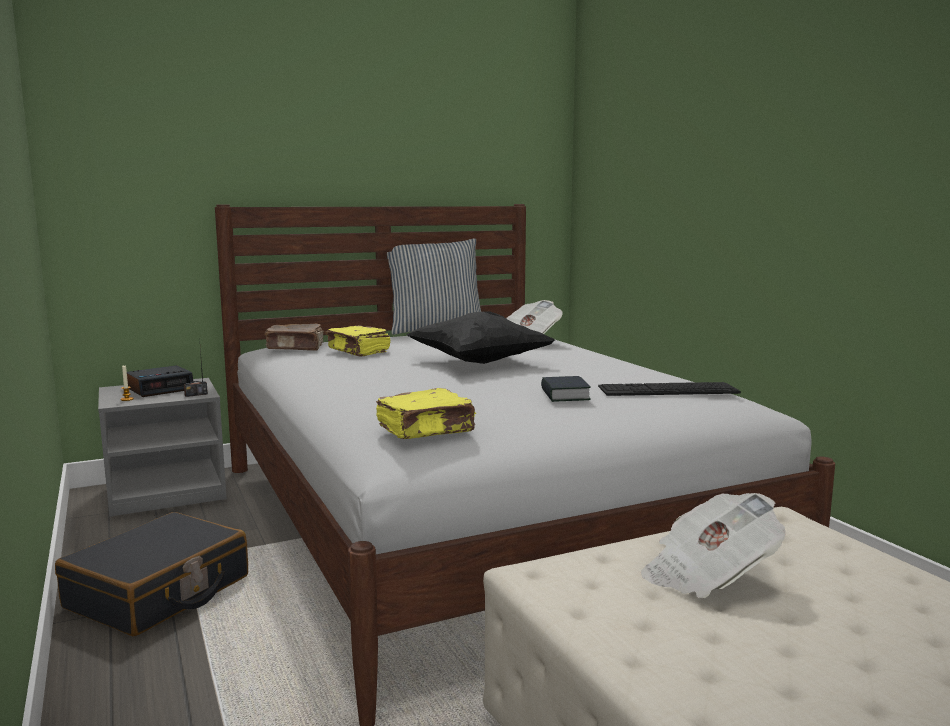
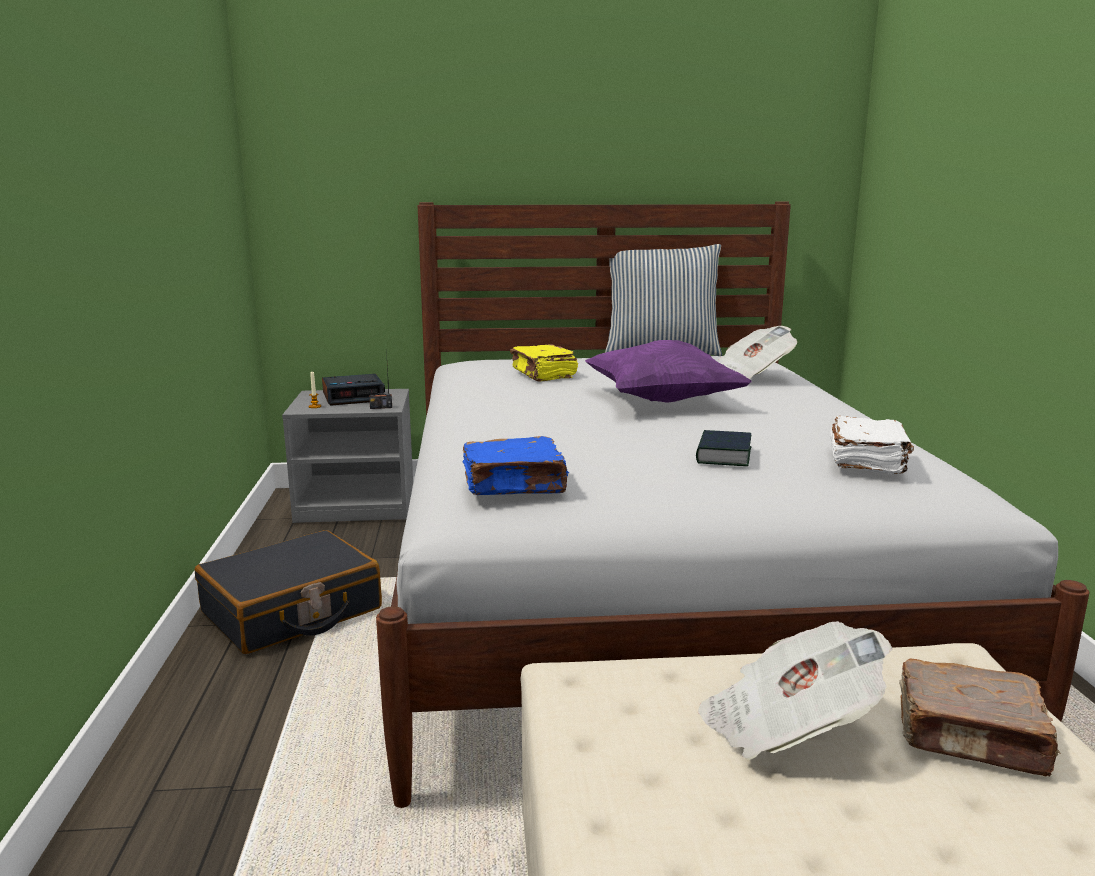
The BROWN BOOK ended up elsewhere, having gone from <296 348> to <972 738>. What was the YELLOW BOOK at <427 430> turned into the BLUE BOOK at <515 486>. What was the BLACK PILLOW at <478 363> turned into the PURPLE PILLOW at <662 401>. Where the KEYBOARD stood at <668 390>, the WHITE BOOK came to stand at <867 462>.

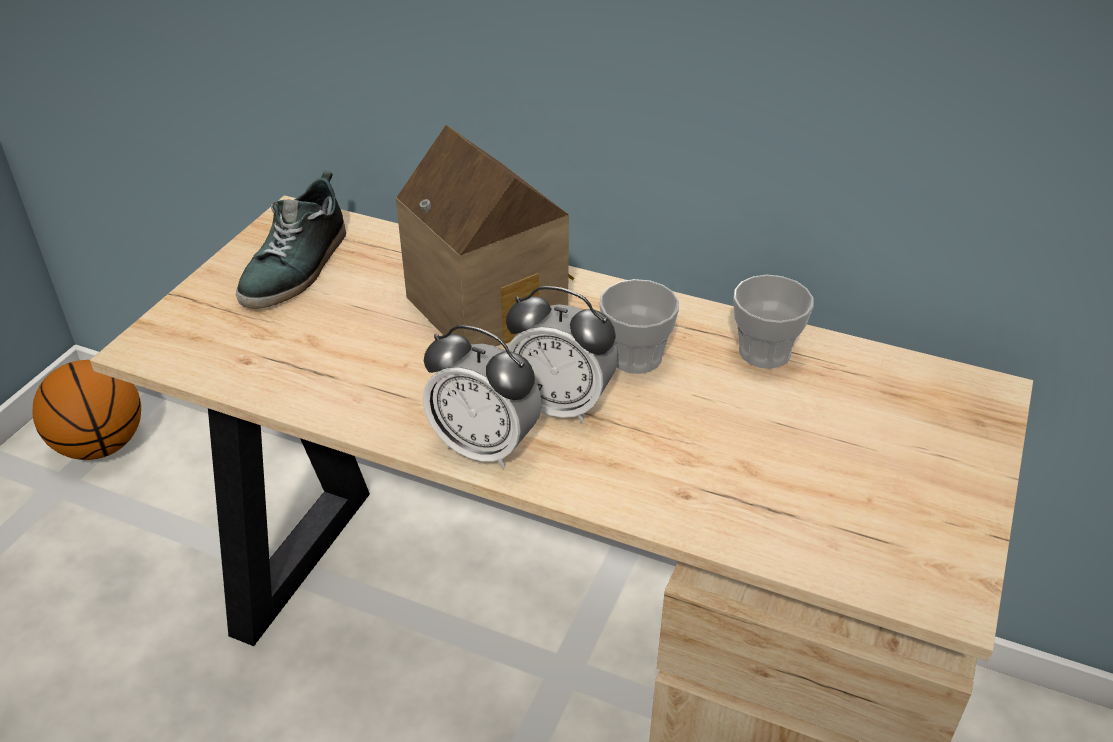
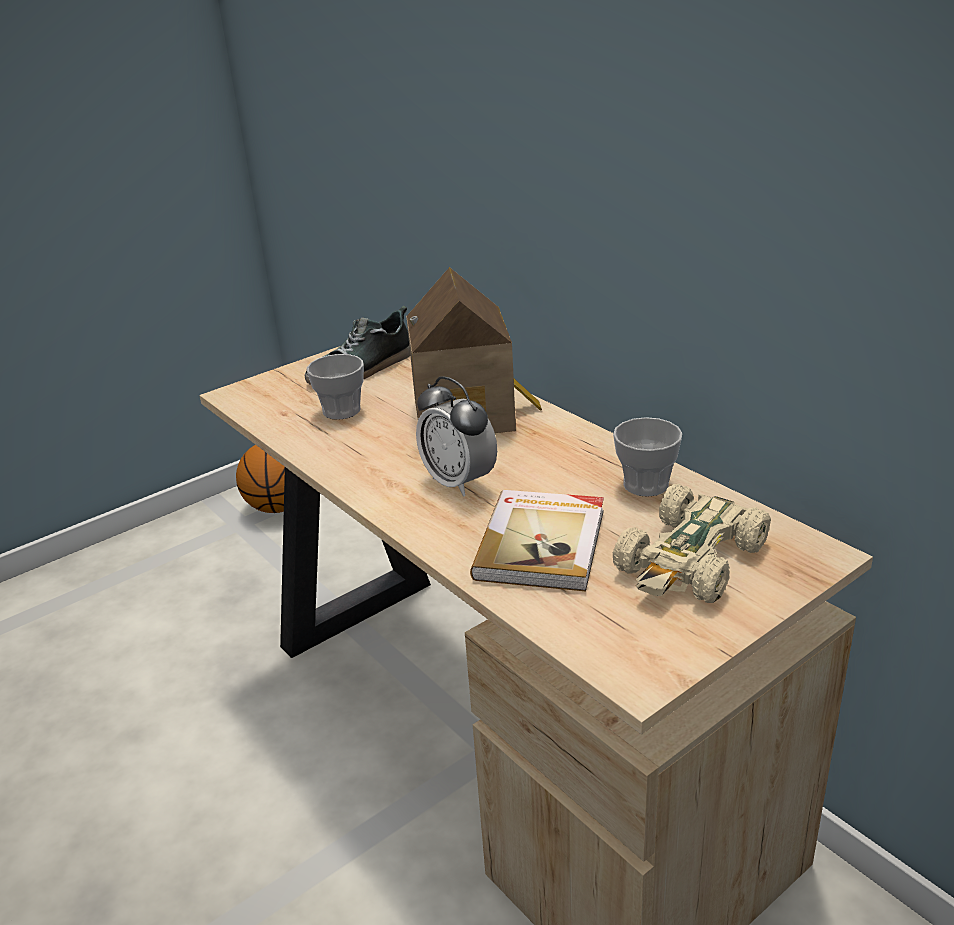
The second view lost the ALARM CLOCK at <484 446>. The CUP ended up elsewhere, having gone from <635 357> to <341 410>. The second view gained the BOOK at <543 543>. The second view gained the BEIGE TOY CAR at <691 560>.

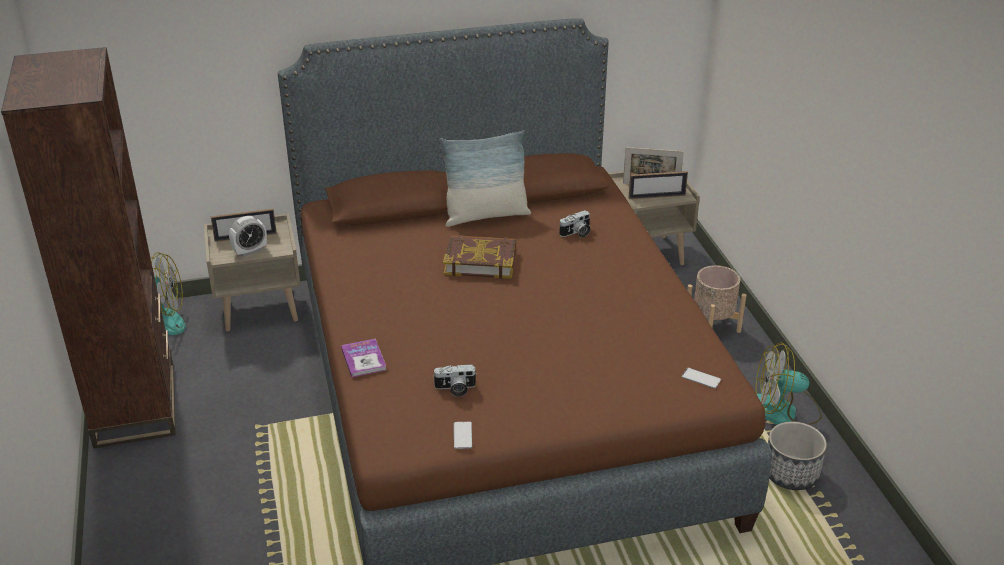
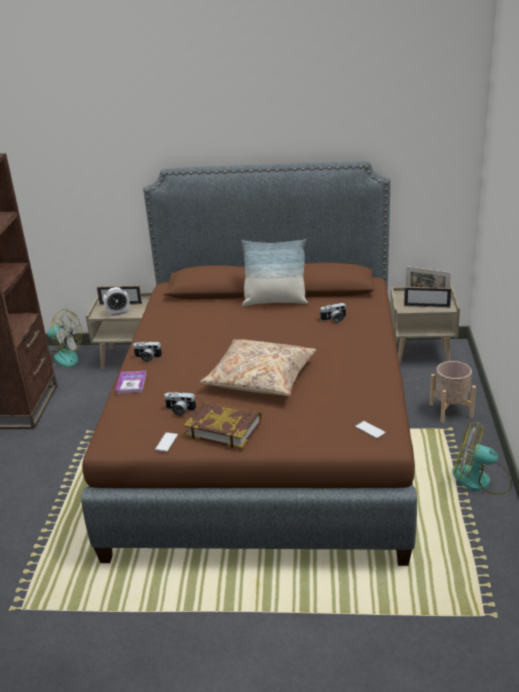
The BOOK ended up elsewhere, having gone from <480 261> to <224 428>. The second view lost the PLANTER at <791 473>. The second view gained the PHOTO CAMERA at <147 358>. The second view gained the BEIGE PILLOW at <260 378>.

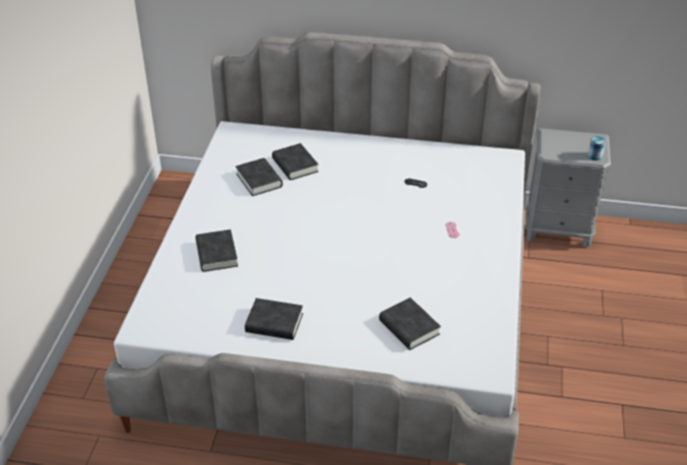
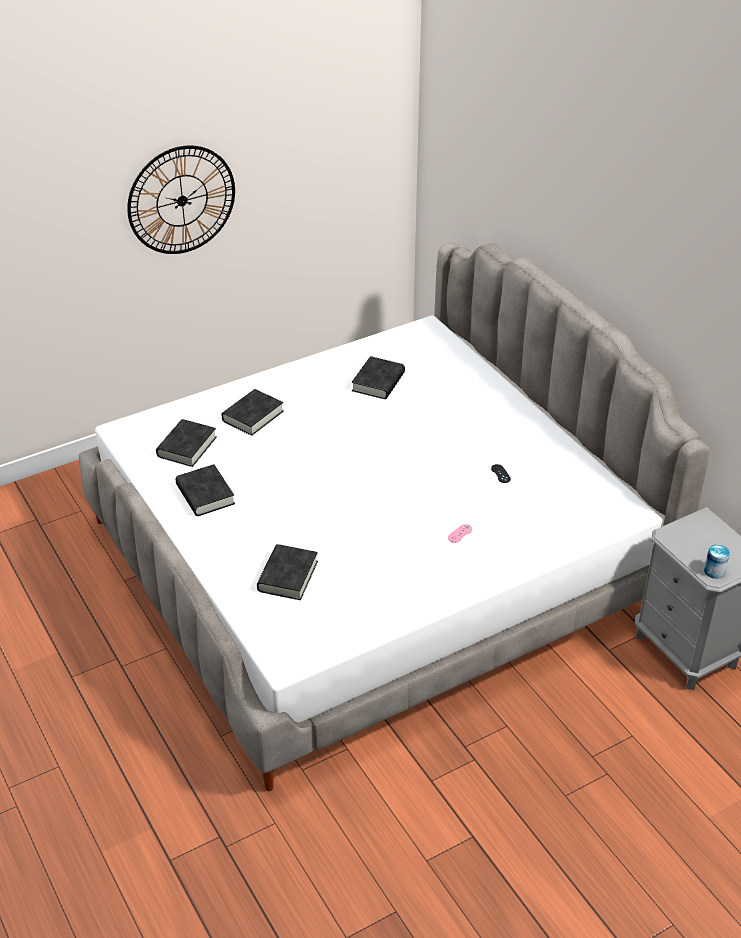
The BLACK BOOK ended up elsewhere, having gone from <295 165> to <187 447>. The second view gained the WALL CLOCK at <182 200>.

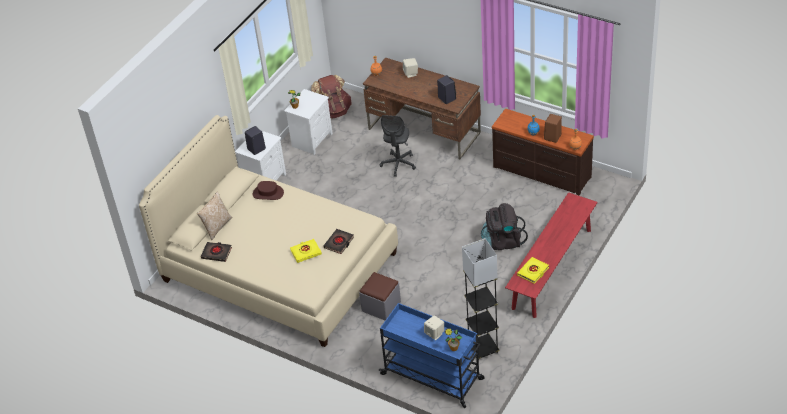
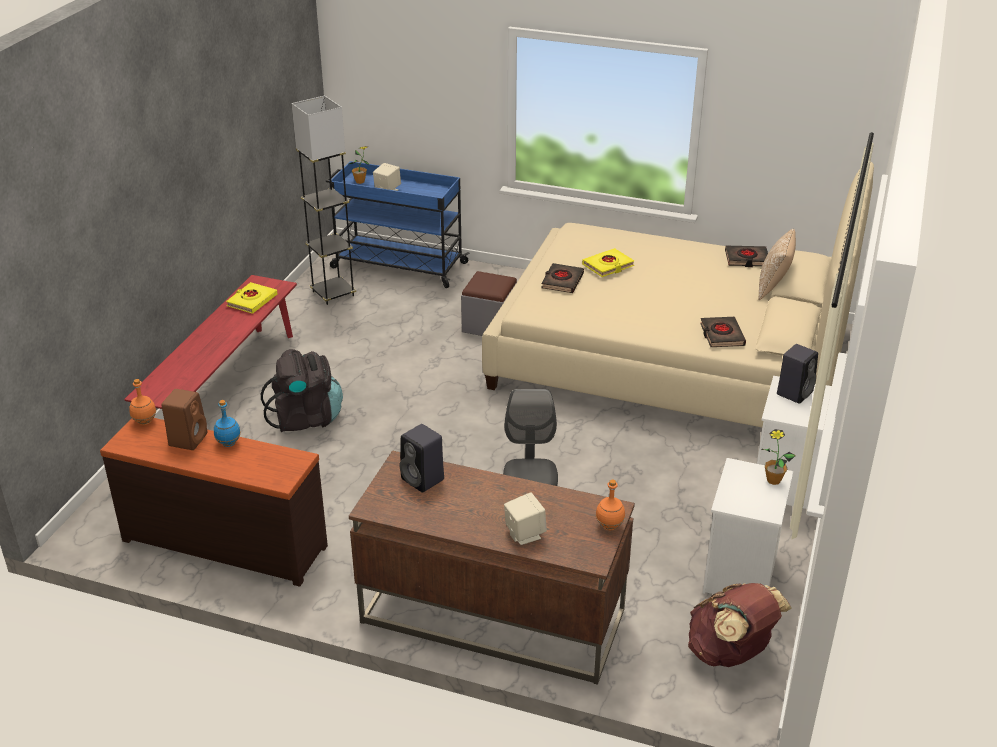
Where the BROWN HAT stood at <268 193>, the BLACK BOOK came to stand at <722 335>.

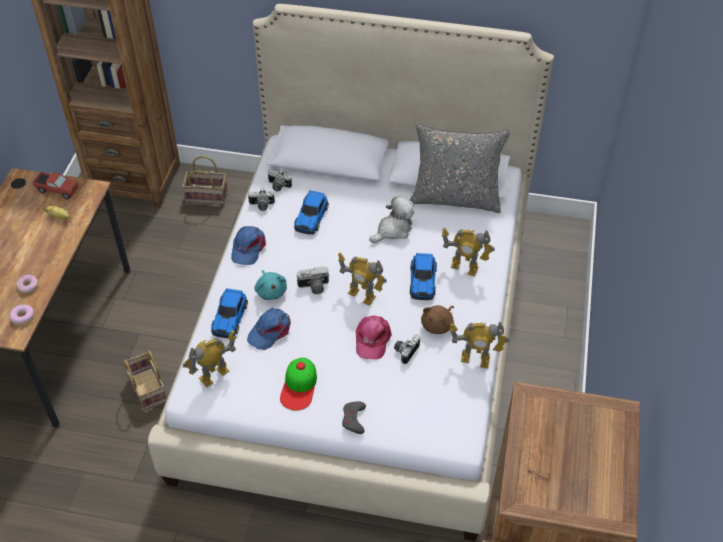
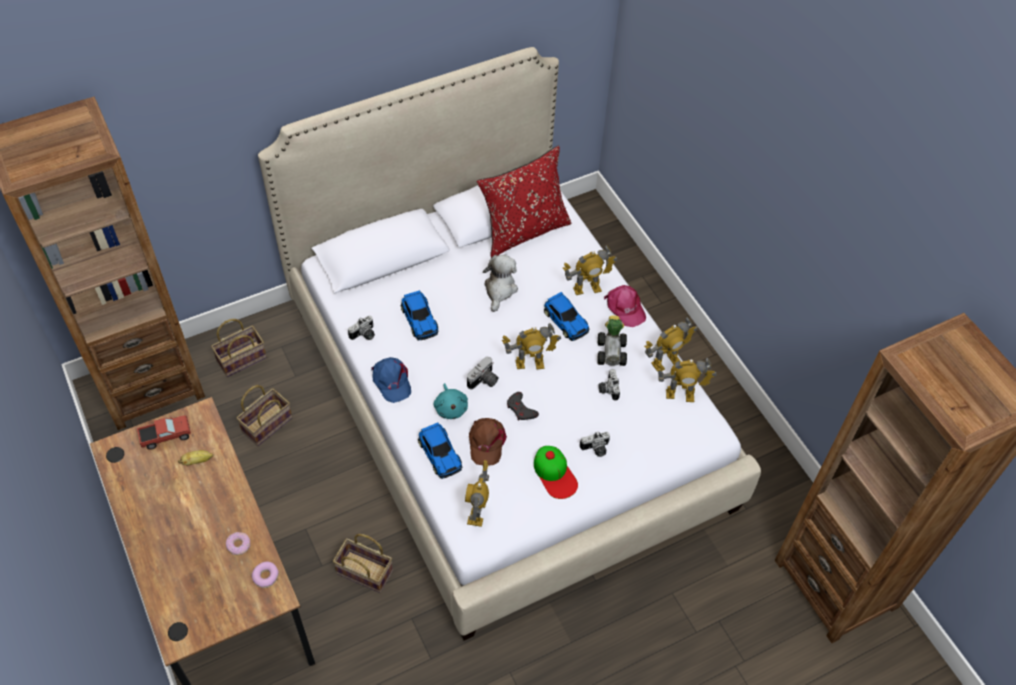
What was the BLUE CAP at <270 330> turned into the BROWN CAP at <486 442>. The TURQUOISE PLUSH TOY at <271 291> ended up facing another way, 45 degrees clockwise from before. The PHOTO CAMERA ended up elsewhere, having gone from <278 186> to <596 449>. The GREY GAME CONTROLLER ended up elsewhere, having gone from <354 419> to <521 409>. The PINK CAP ended up elsewhere, having gone from <372 339> to <625 308>. What was the GREY PILLOW at <455 198> turned into the RED PILLOW at <523 231>. Where the BROWN PLUSH TOY stood at <438 325>, the TOY CAR came to stand at <612 350>. The second view gained the BASKET at <267 423>. The second view gained the TOY ROBOT at <680 395>.

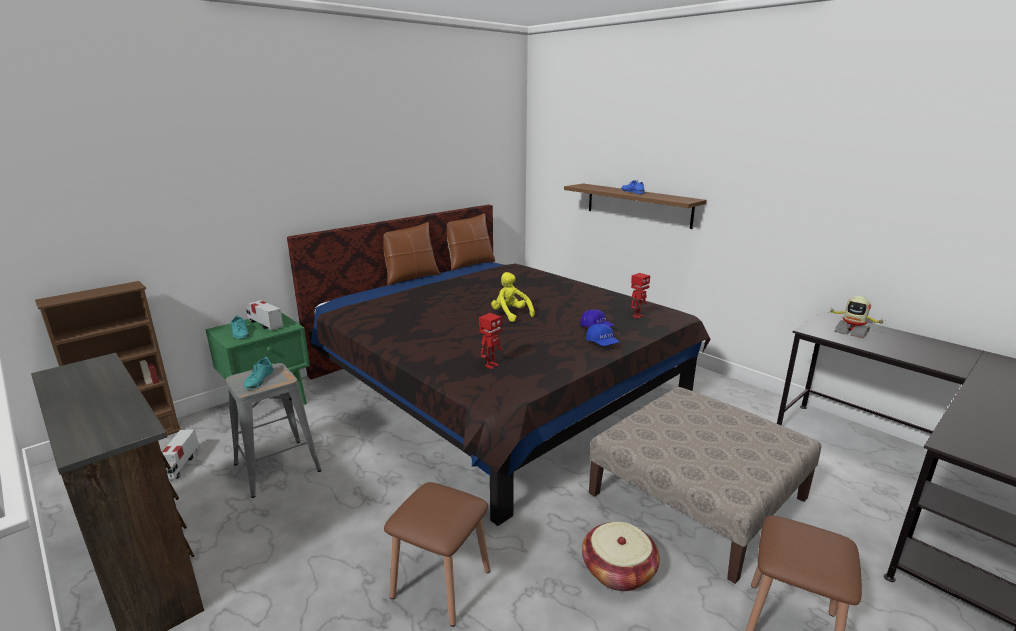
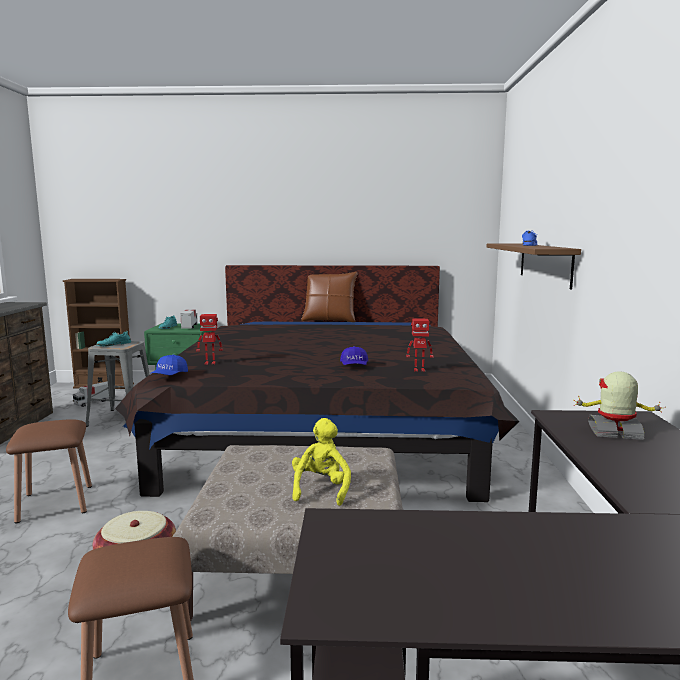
The second view lost the BROWN PILLOW at <469 264>. The YELLOW PLUSH TOY ended up elsewhere, having gone from <510 314> to <321 489>. The BLUE CAP ended up elsewhere, having gone from <602 343> to <169 376>. The TOY ROBOT at <851 332> ended up facing another way, 105 degrees clockwise from before.

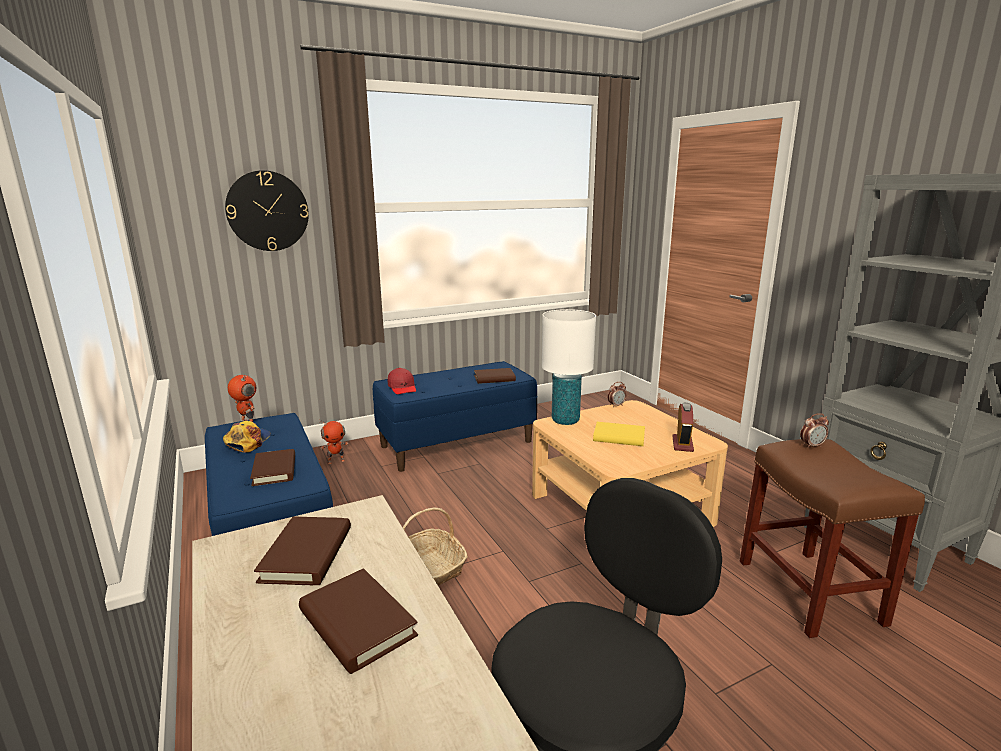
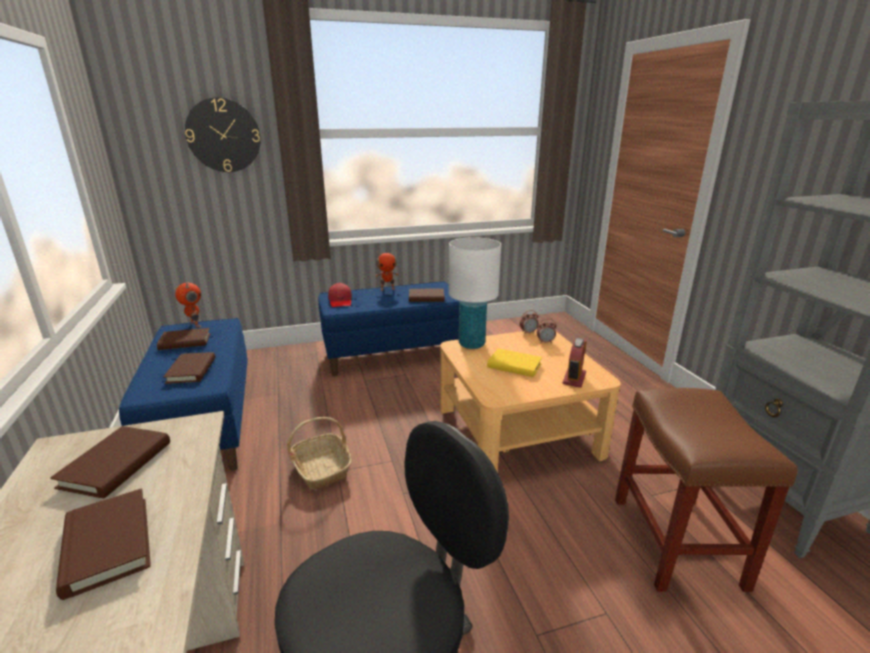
Where the CAP stood at <247 442>, the BROWN BOOK came to stand at <185 342>. The TOY ROBOT ended up elsewhere, having gone from <336 461> to <387 289>. The ALARM CLOCK ended up elsewhere, having gone from <812 446> to <545 342>.

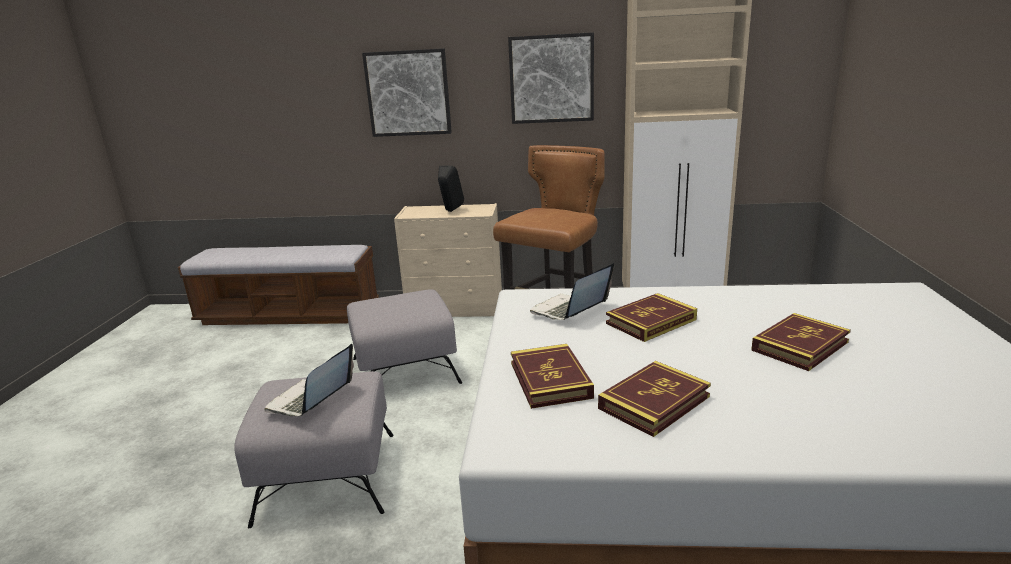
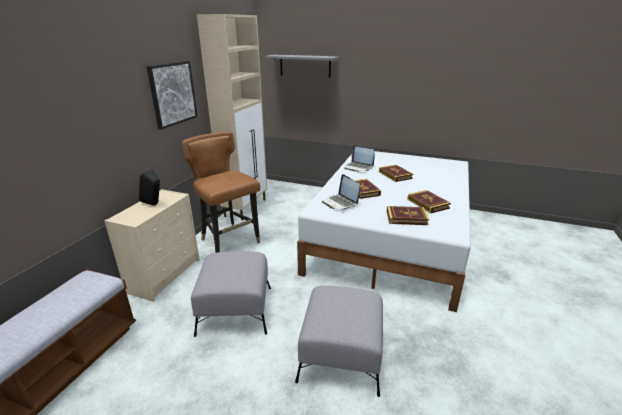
The LAPTOP ended up elsewhere, having gone from <311 399> to <358 167>. The second view lost the PICTURE at <408 93>. The second view gained the GREY SHELF at <305 66>.

